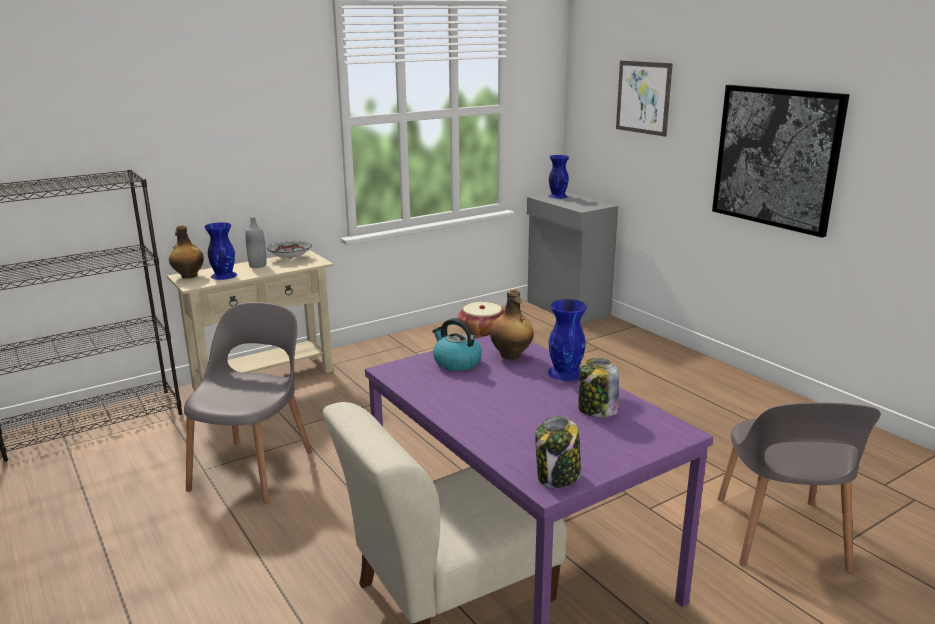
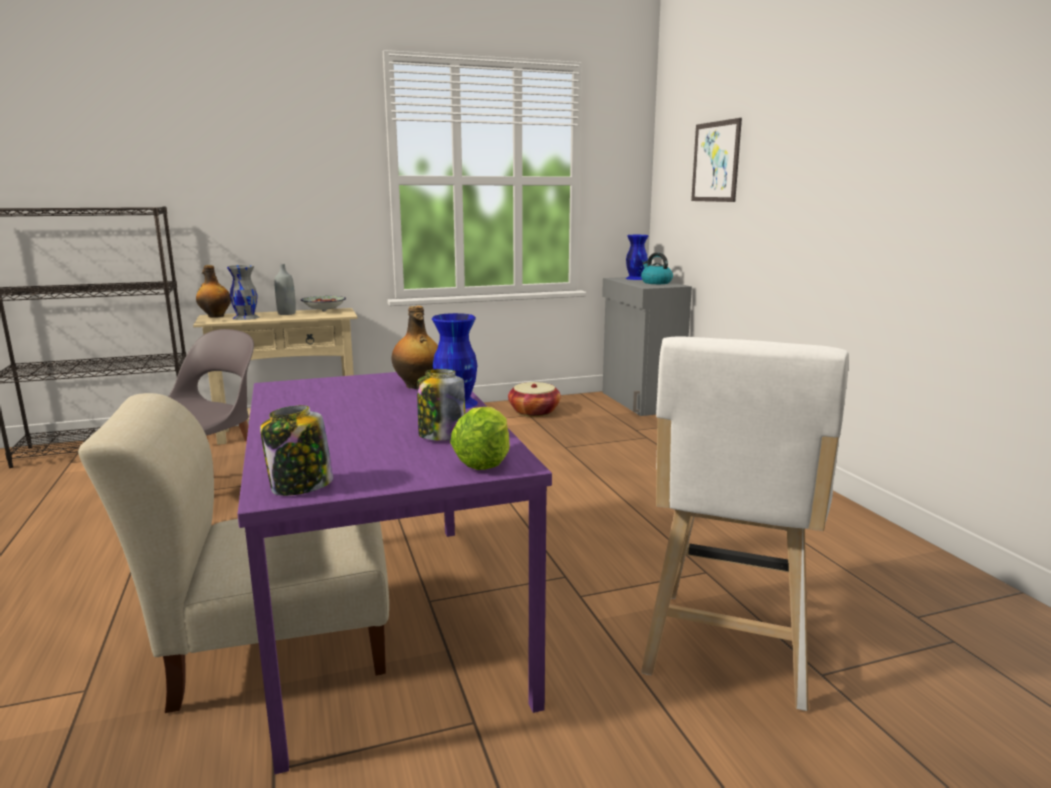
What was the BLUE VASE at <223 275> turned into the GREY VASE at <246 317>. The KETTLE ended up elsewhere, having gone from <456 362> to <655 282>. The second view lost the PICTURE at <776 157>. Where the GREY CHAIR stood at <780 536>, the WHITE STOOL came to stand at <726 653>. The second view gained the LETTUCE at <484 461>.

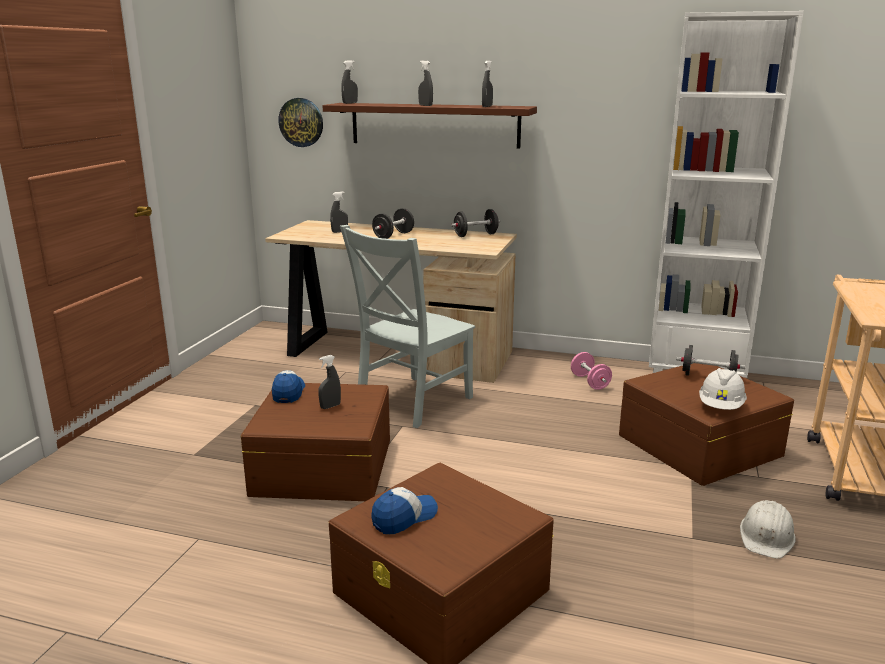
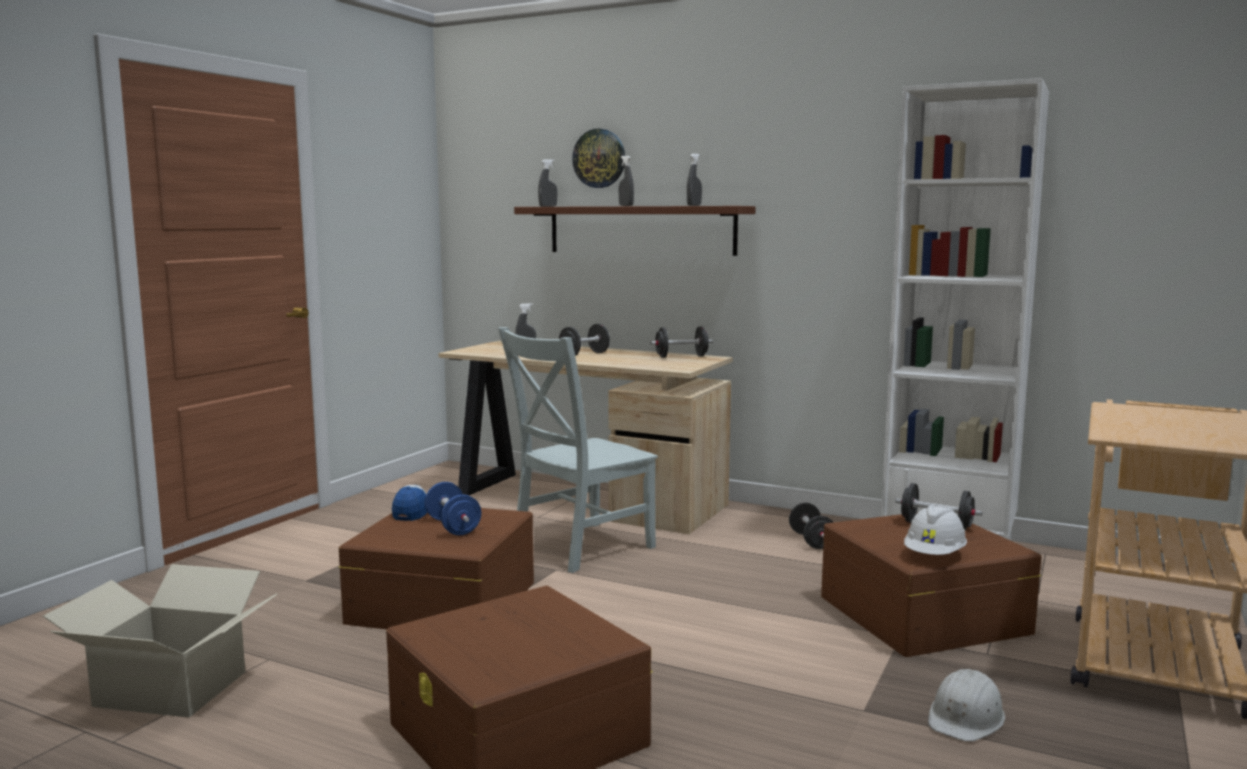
The WALL CLOCK ended up elsewhere, having gone from <301 122> to <599 158>. Where the GREY SPRAY BOTTLE stood at <330 406>, the BLUE DUMBBELL came to stand at <453 527>. The second view lost the CAP at <404 518>. What was the PINK DUMBBELL at <590 382> turned into the BLACK DUMBBELL at <811 541>. The second view gained the CARDBOARD BOX at <171 688>.

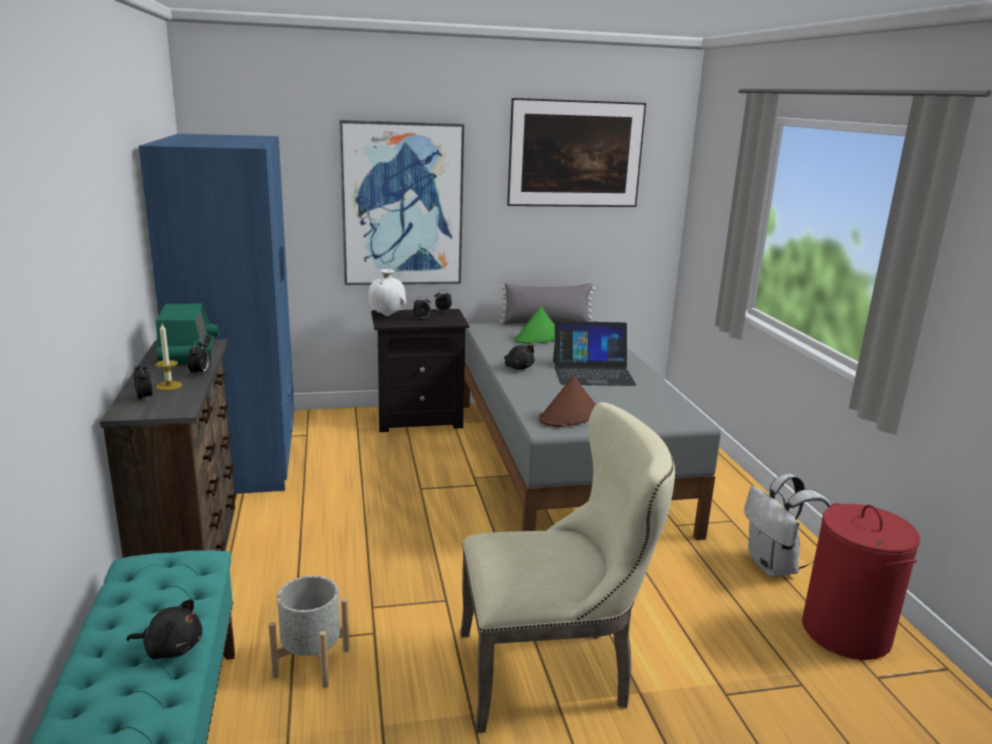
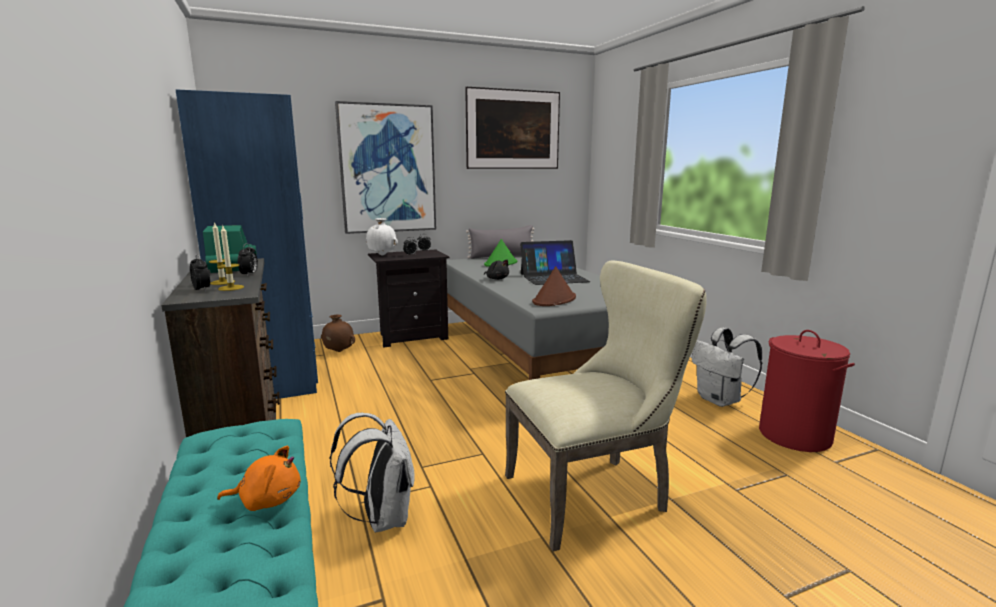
What was the BLACK PLUSH TOY at <171 648> turned into the ORANGE PLUSH TOY at <267 500>. Where the GREY PLANTER stood at <311 663>, the WHITE BACKPACK came to stand at <382 518>. The second view gained the CANDLE at <231 288>. The second view gained the BROWN VASE at <338 351>.

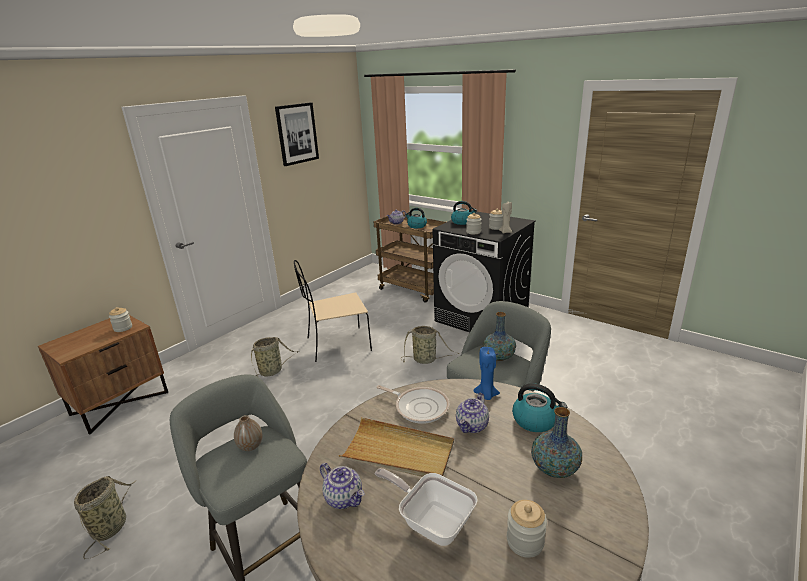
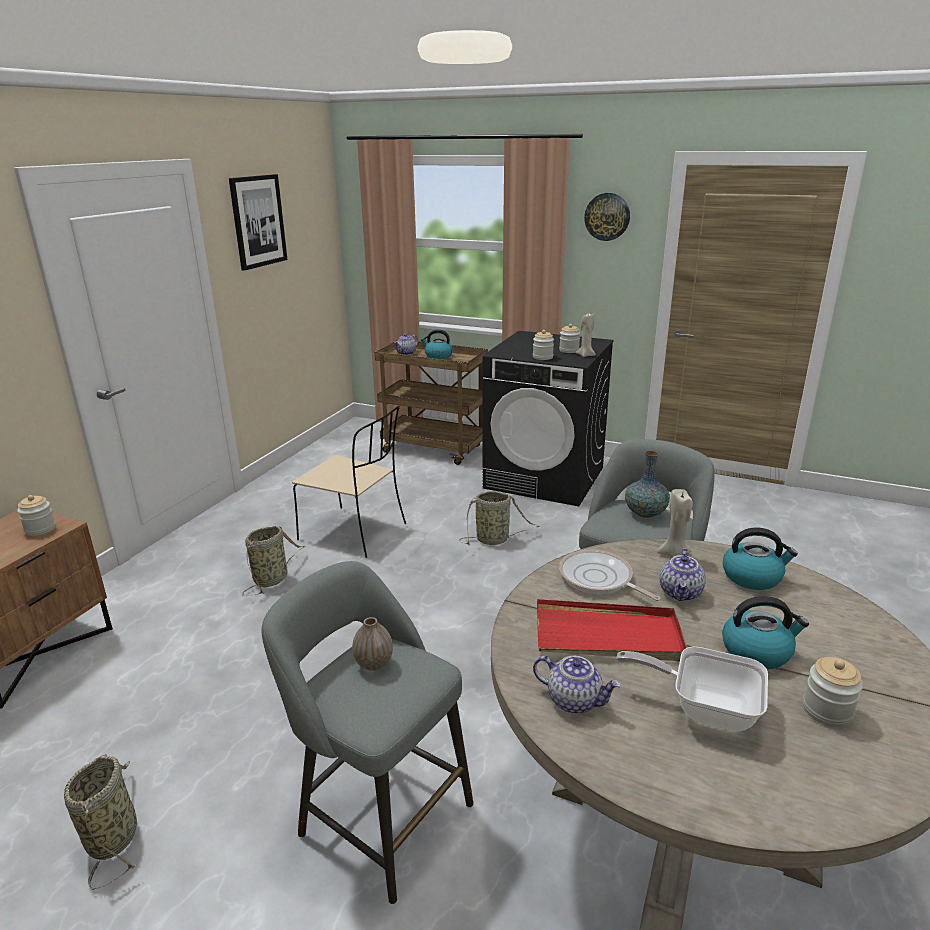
The BEIGE CHAIR at <336 345> ended up facing another way, 120 degrees counterclockwise from before. What was the BEIGE TRAY at <398 452> turned into the RED TRAY at <608 636>. The FRYING PAN at <419 407> ended up facing another way, 150 degrees counterclockwise from before. The KETTLE ended up elsewhere, having gone from <462 222> to <757 651>. What was the BLUE CANDLE at <486 395> turned into the BEIGE CANDLE at <674 555>. The second view lost the VASE at <554 468>. The second view gained the WALL CLOCK at <607 216>.

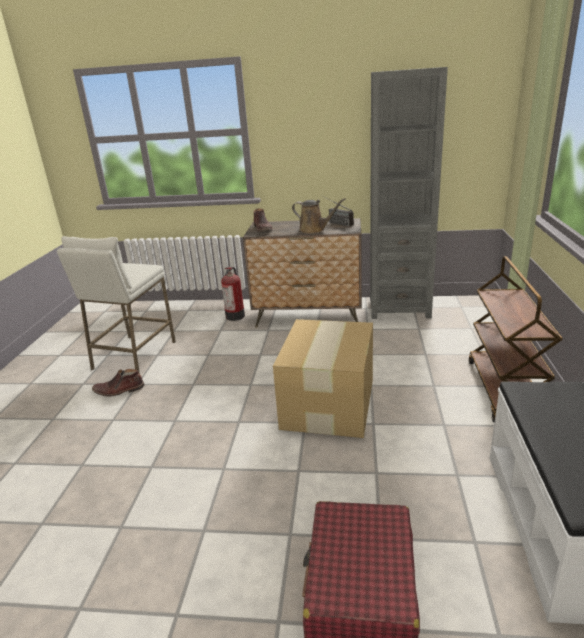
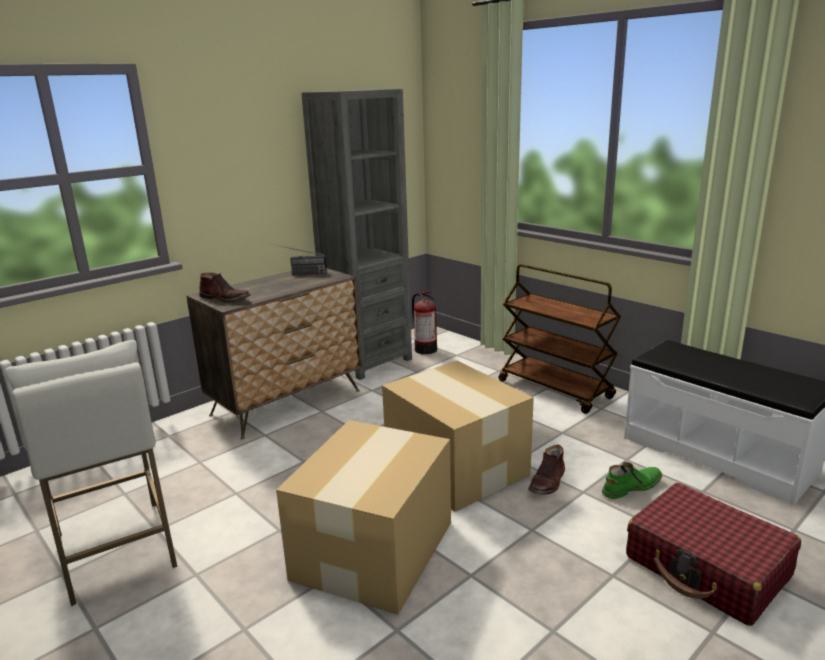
The BROWN BOOT ended up elsewhere, having gone from <119 390> to <548 482>. The FIRE EXTINGUISHER ended up elsewhere, having gone from <235 315> to <424 349>. The second view lost the BROWN WATERING CAN at <314 230>. The second view gained the CARDBOARD BOX at <375 549>. The second view gained the GREEN BOOT at <630 487>.

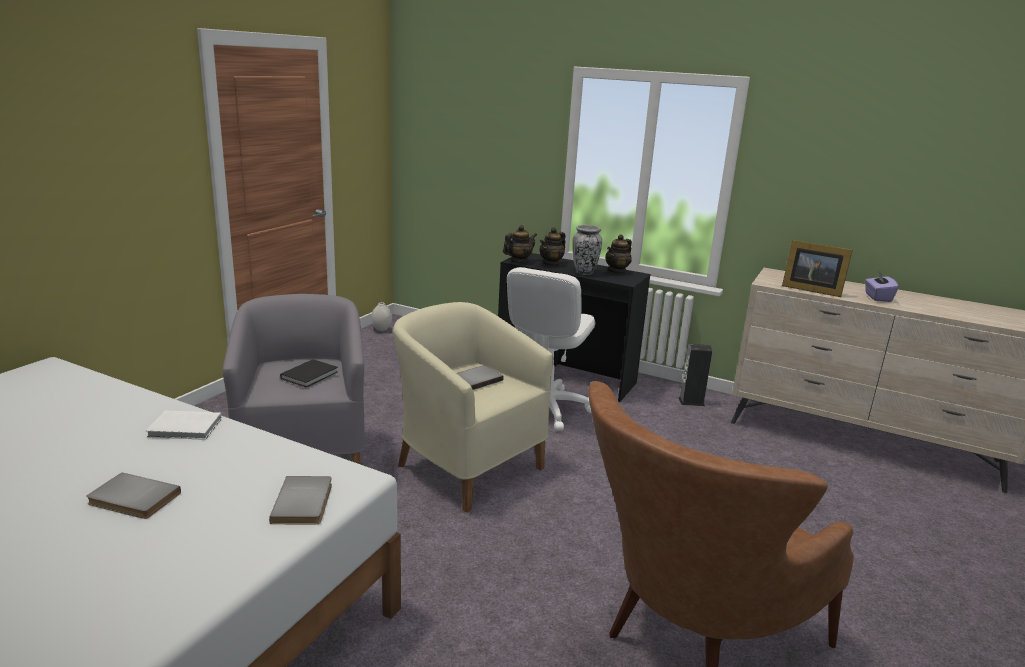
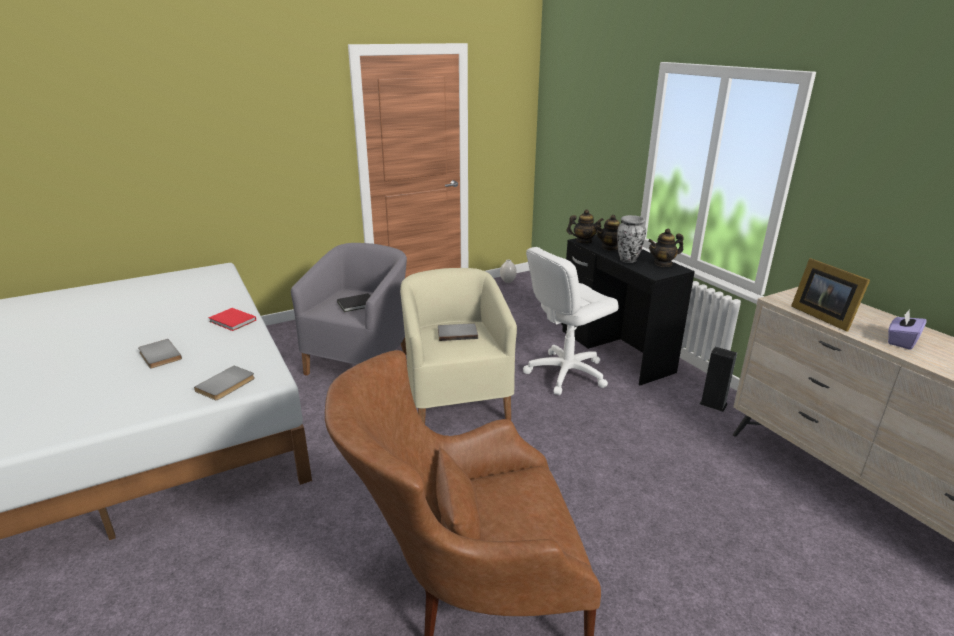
What was the WHITE BOOK at <186 428> turned into the RED BOOK at <233 321>.

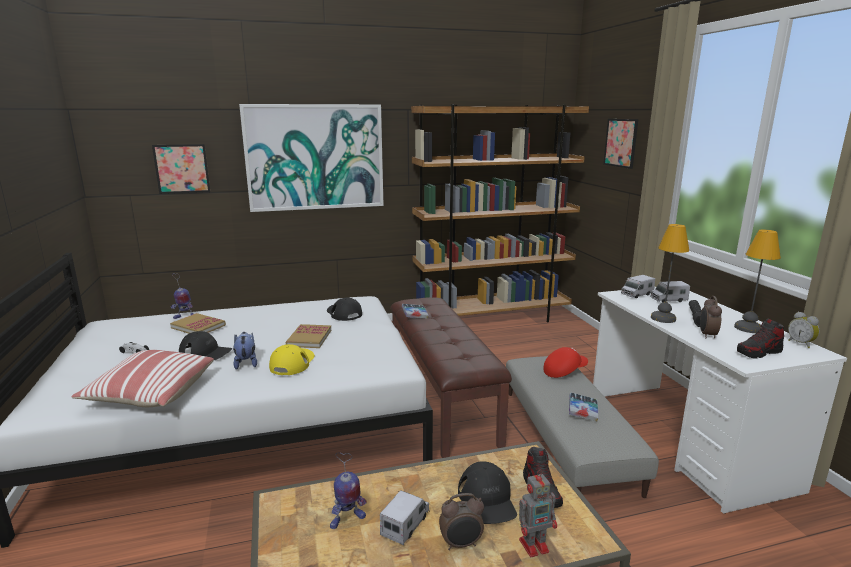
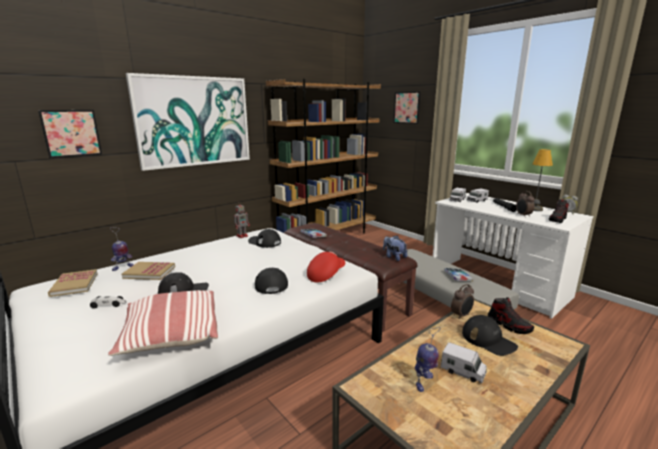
The PLUSH TOY ended up elsewhere, having gone from <246 363> to <394 257>. What was the YELLOW CAP at <292 363> turned into the BLACK CAP at <271 283>. The BOOK ended up elsewhere, having gone from <309 338> to <74 284>. The TOY TRUCK at <405 524> ended up facing another way, 120 degrees clockwise from before. The ALARM CLOCK ended up elsewhere, having gone from <461 544> to <461 315>. The TOY ROBOT ended up elsewhere, having gone from <535 545> to <242 236>. The RED CAP ended up elsewhere, having gone from <564 371> to <325 275>. The second view lost the TABLE LAMP at <663 318>.

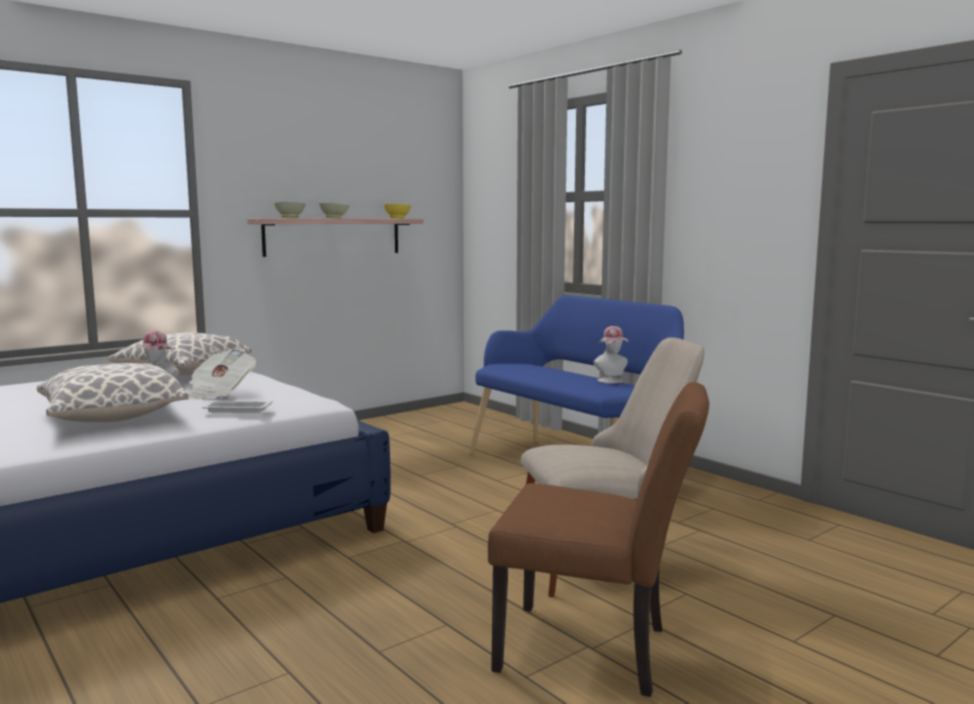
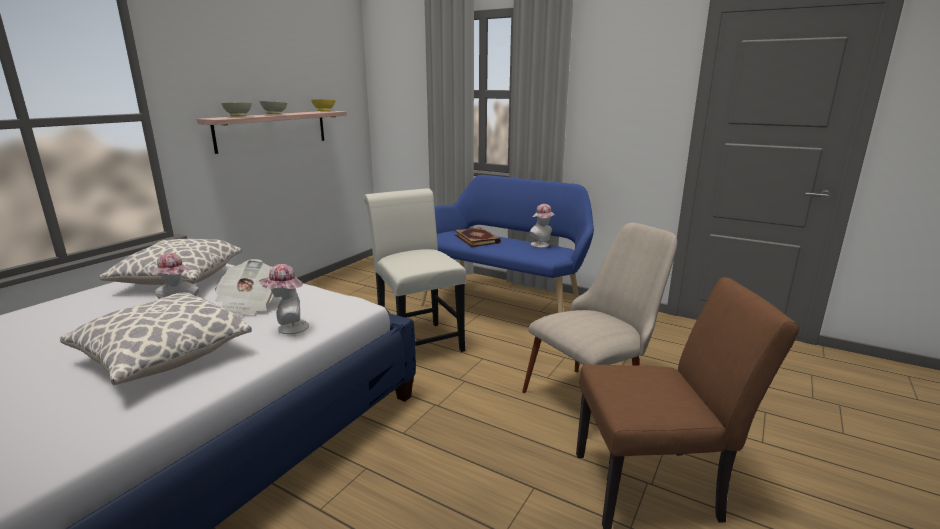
Where the WHITE TRAY stood at <236 410>, the HAT came to stand at <288 328>. The second view gained the WHITE CHAIR at <417 341>. The second view gained the BOOK at <477 239>.

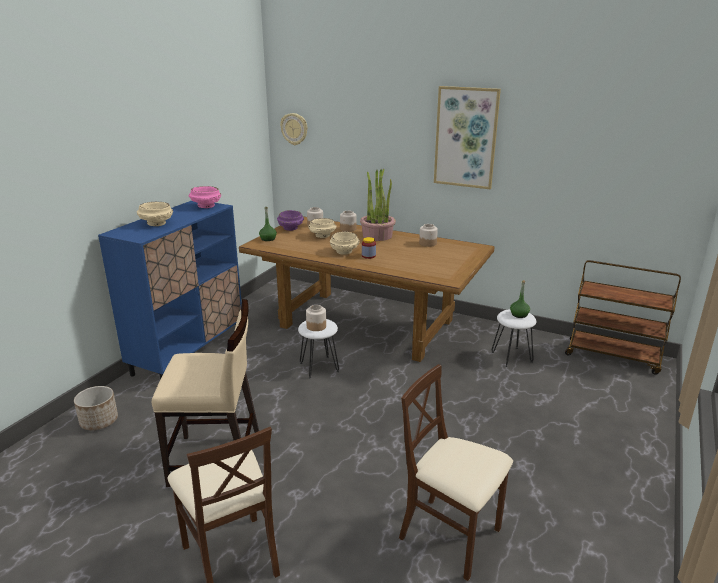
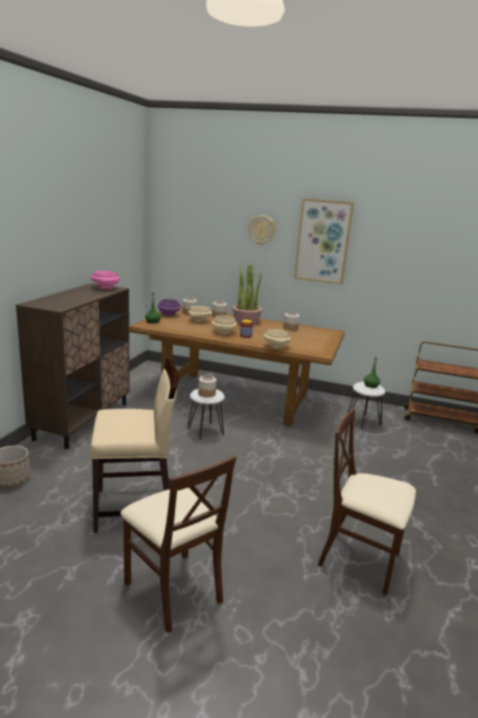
What was the BLUE CABINET at <189 352> turned into the BROWN CABINET at <83 420>. The BEIGE BOWL ended up elsewhere, having gone from <156 224> to <276 346>. The WALL CLOCK ended up elsewhere, having gone from <294 129> to <261 230>.

